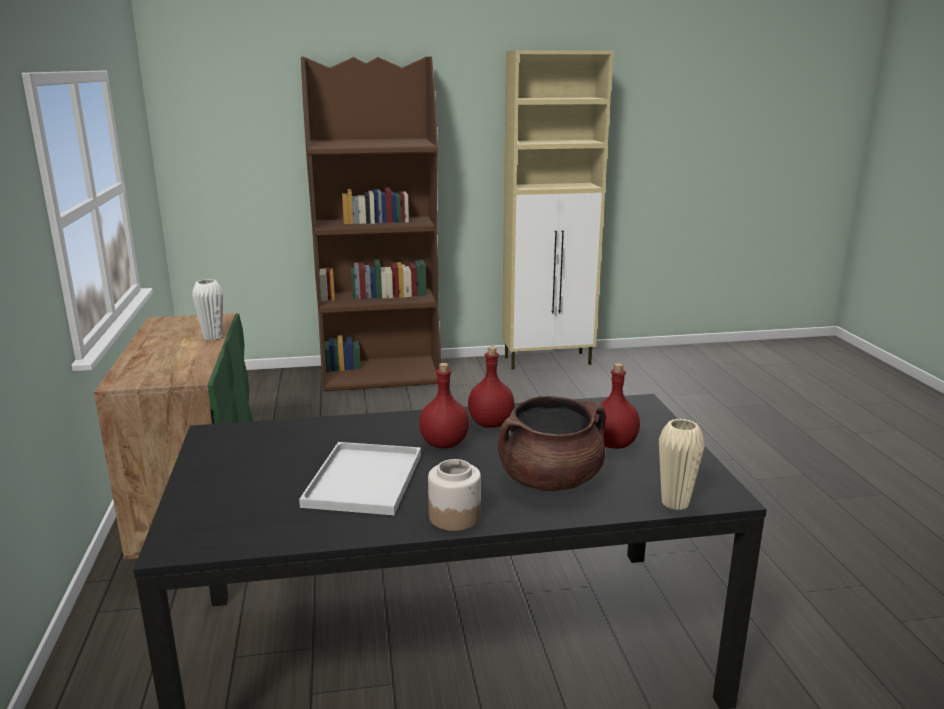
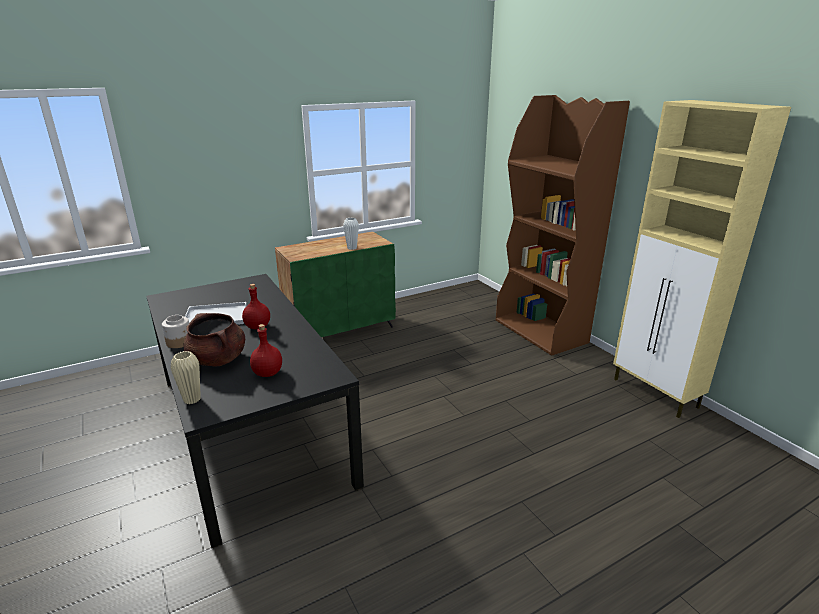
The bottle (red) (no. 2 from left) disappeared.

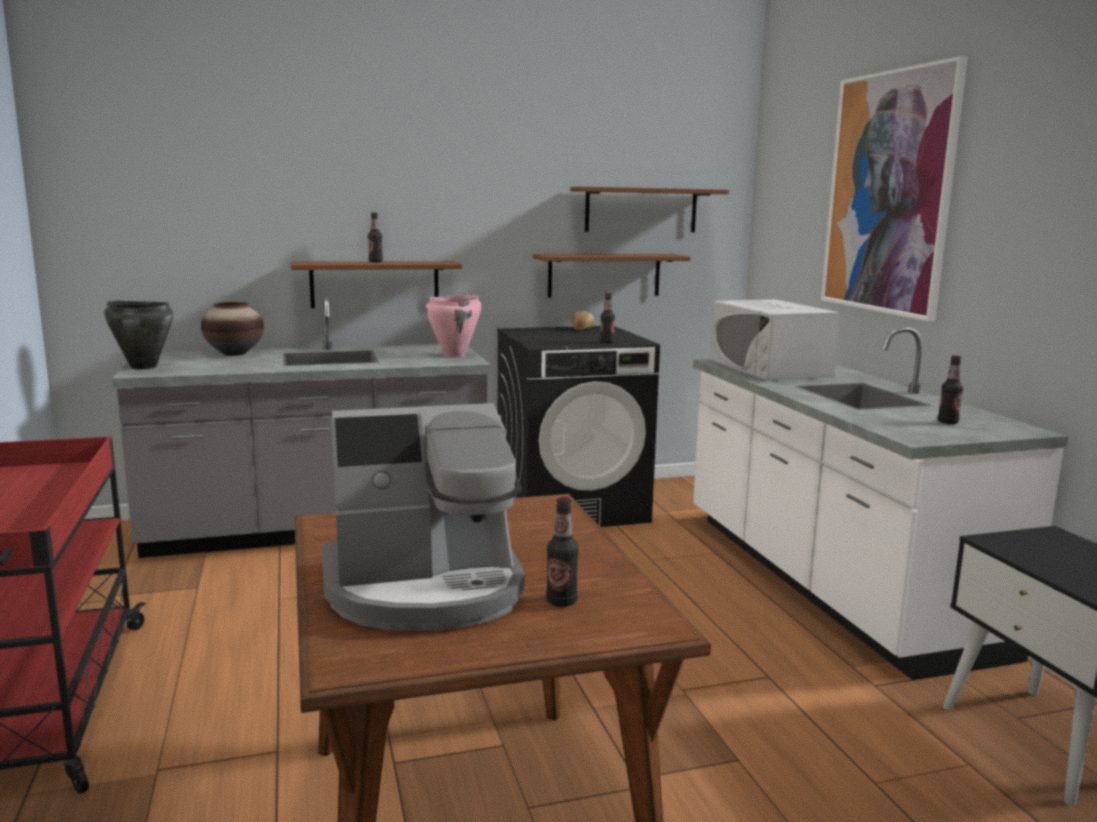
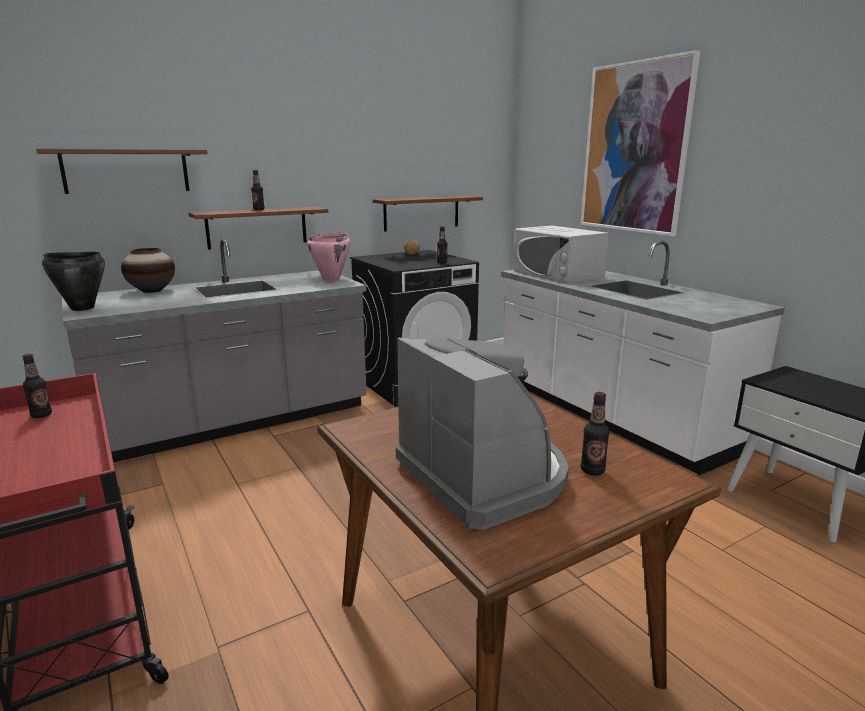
The bottle (no. 4 from left in the first image) moved.
The shelf (brown) (no. 3 from left in the first image) moved.
The coffee machine turned 90 degrees counterclockwise.

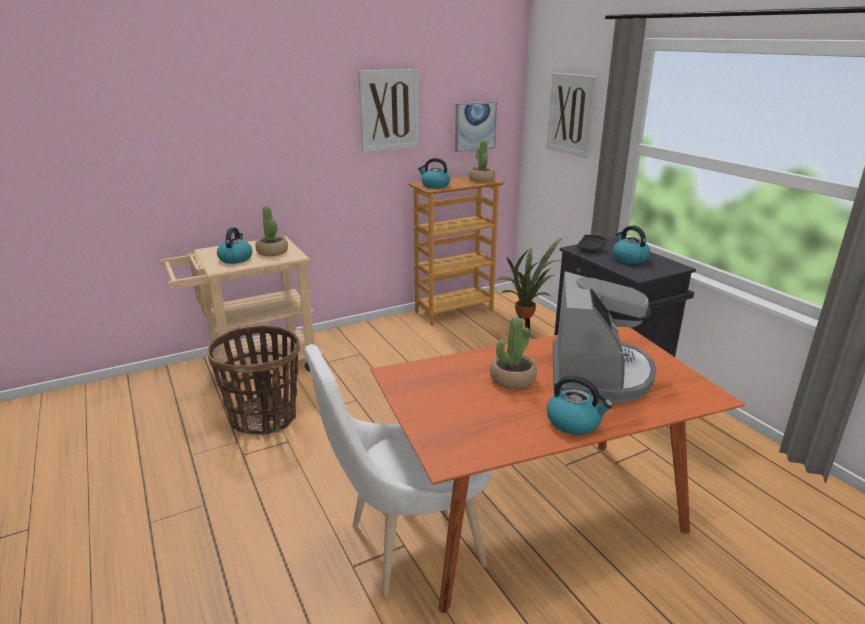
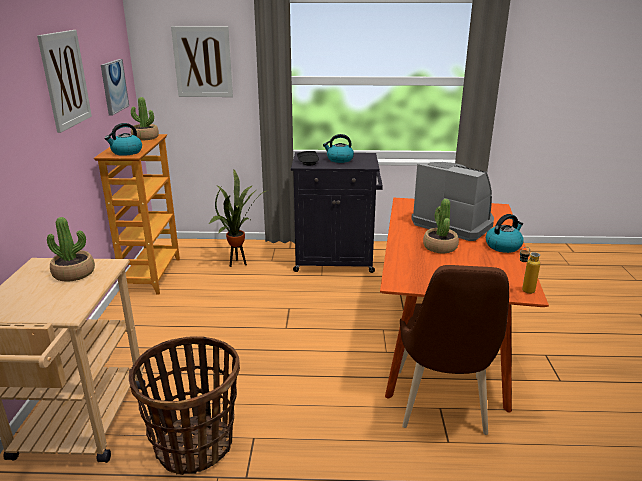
The chair (white) became the chair (brown).
The bottle appeared.
The kettle (no. 1 from left) disappeared.

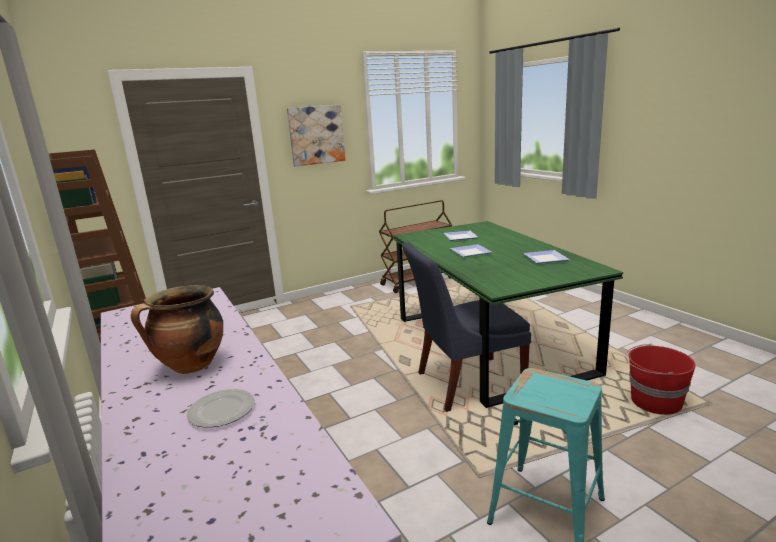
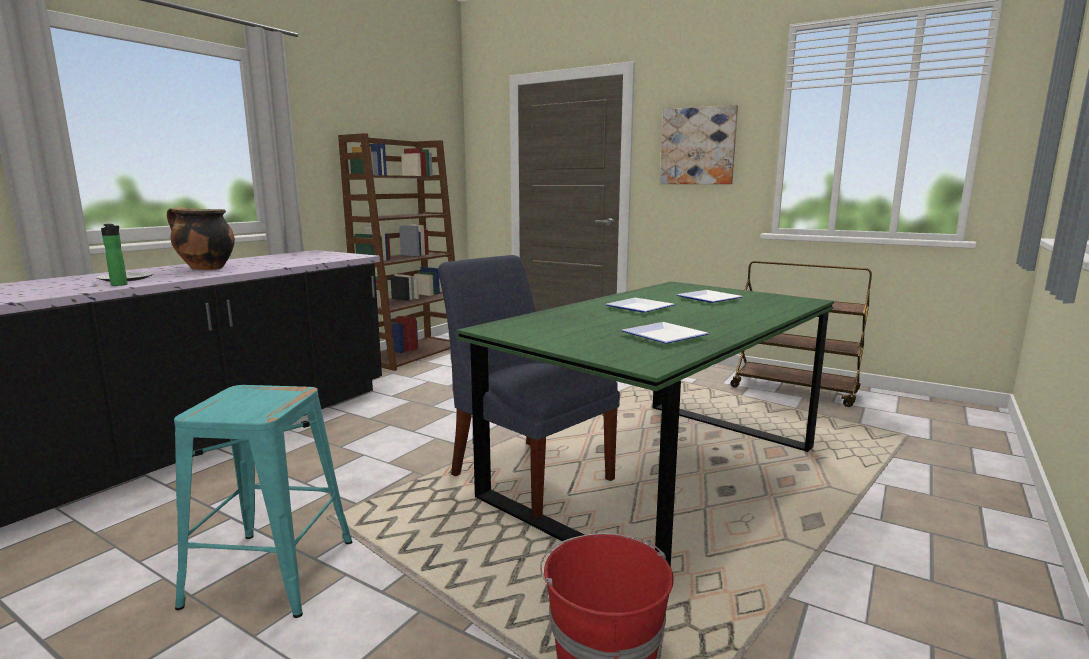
The bottle appeared.

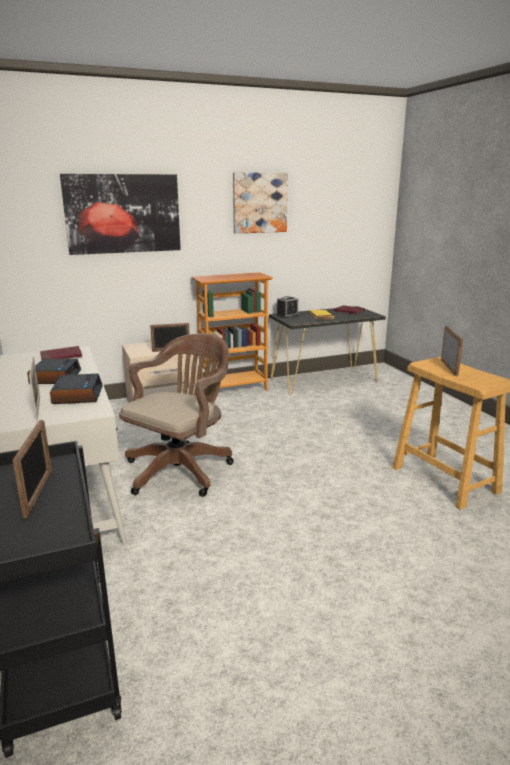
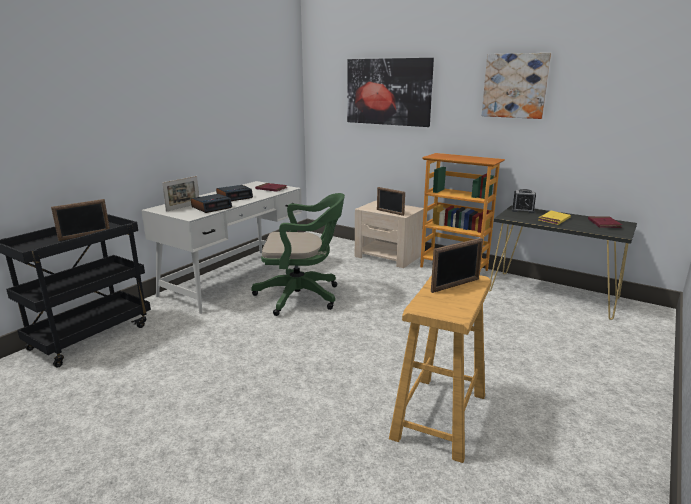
The office chair (brown) became the office chair (green).

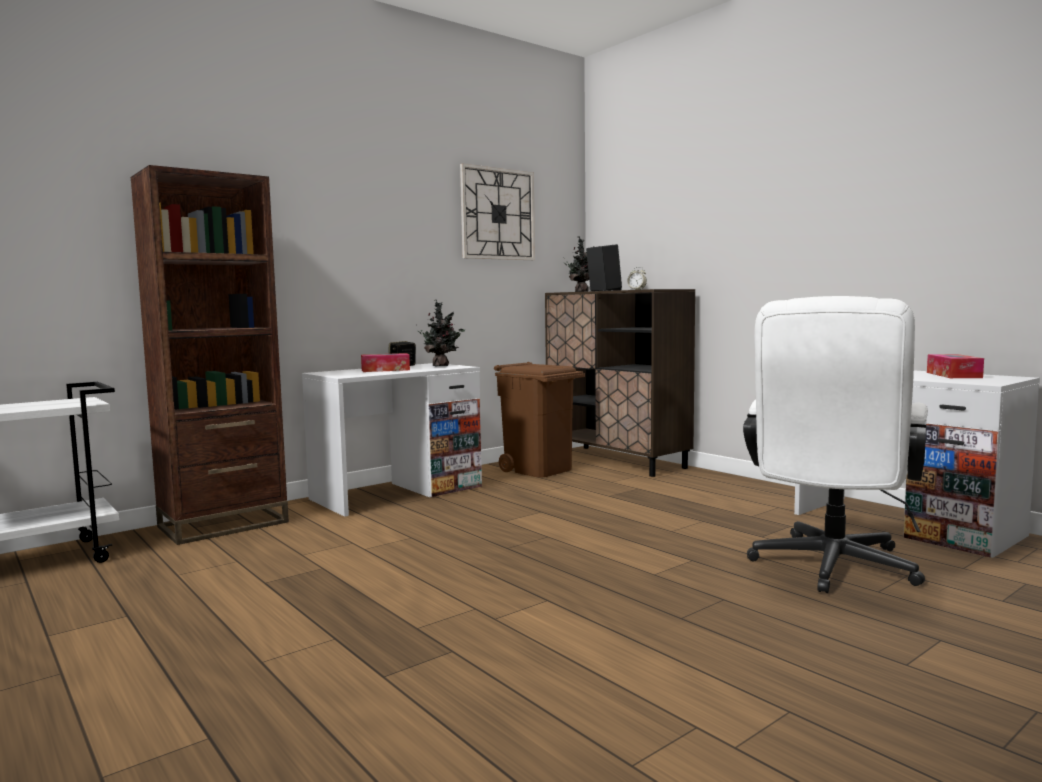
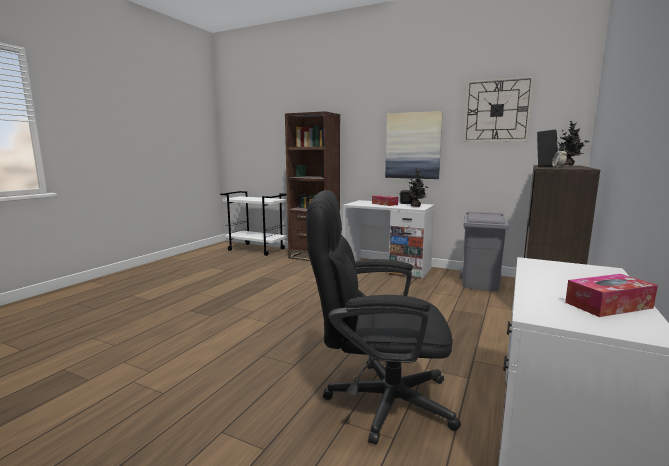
The office chair (white) became the office chair (black).
The picture appeared.
The trash can (brown) became the trash can (grey).

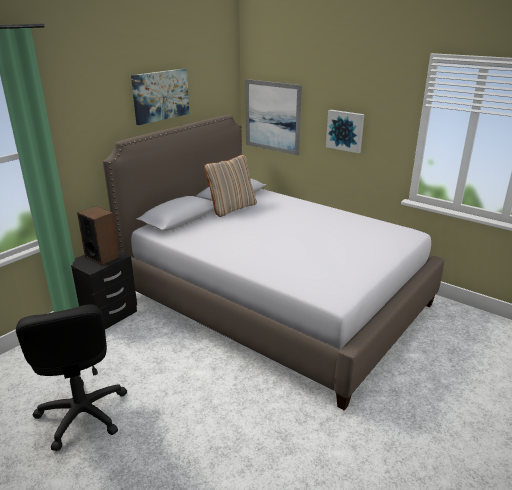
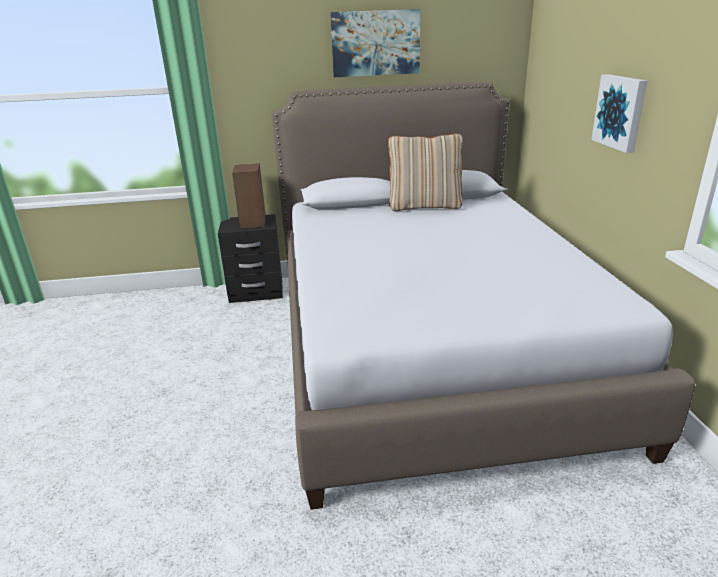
The office chair (black) disappeared.
The picture (no. 2 from left) disappeared.

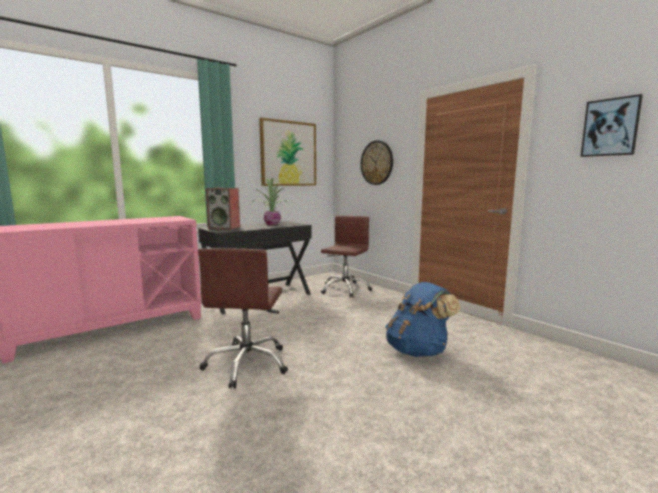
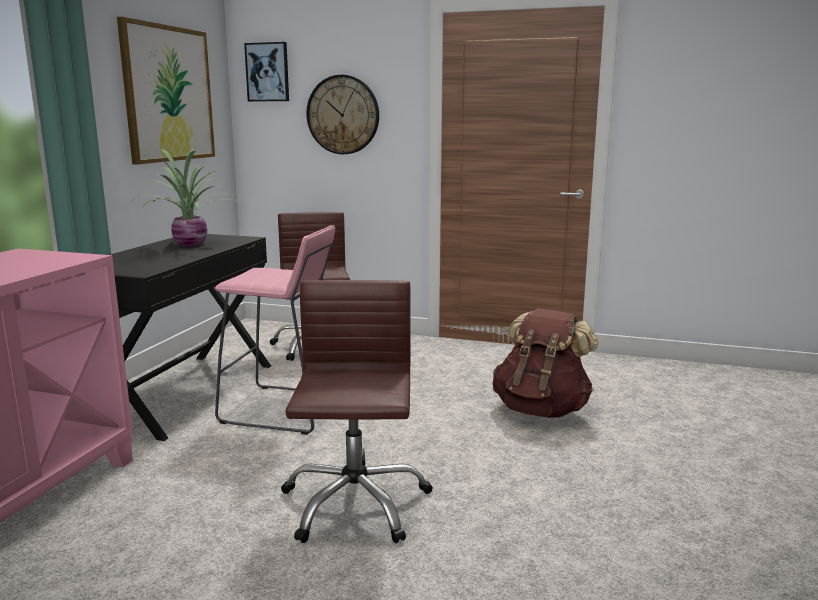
The stool (pink) appeared.
The picture (no. 2 from left) moved.
The office chair (brown) (no. 1 from left in the first image) turned 150 degrees counterclockwise.
The backpack (blue) became the backpack (brown).
The speaker disappeared.

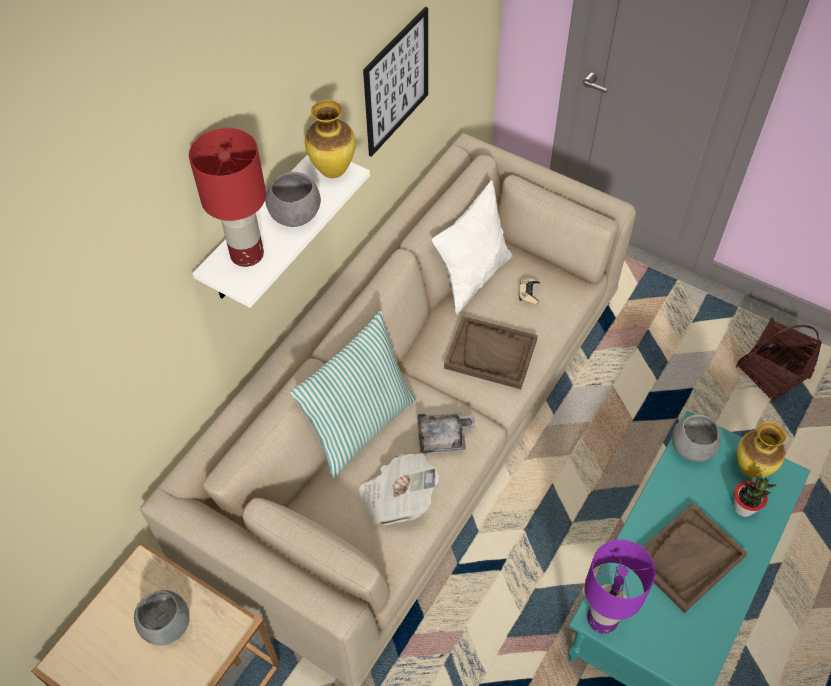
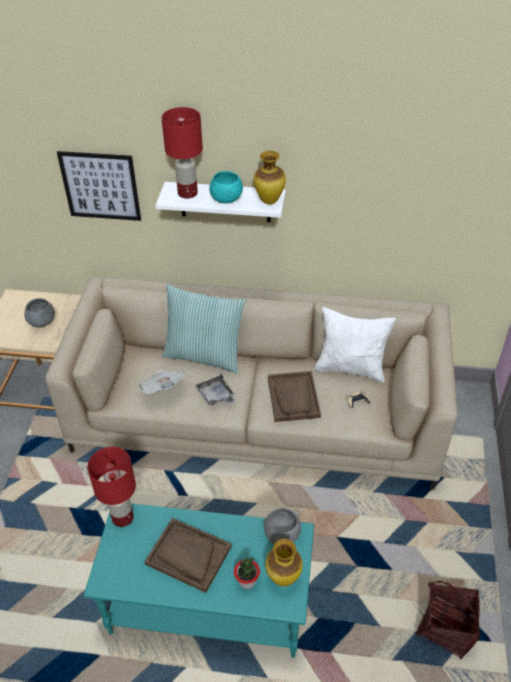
The picture moved.
The table lamp (purple) became the table lamp (red) (no. 1 from left).
The bowl (grey) (no. 2 from left) became the bowl (turquoise).

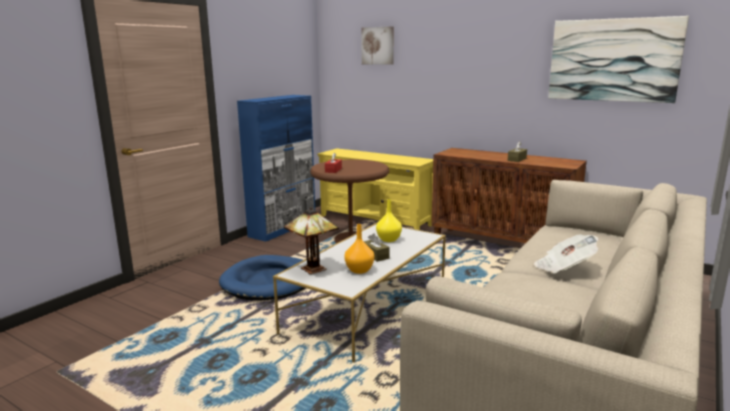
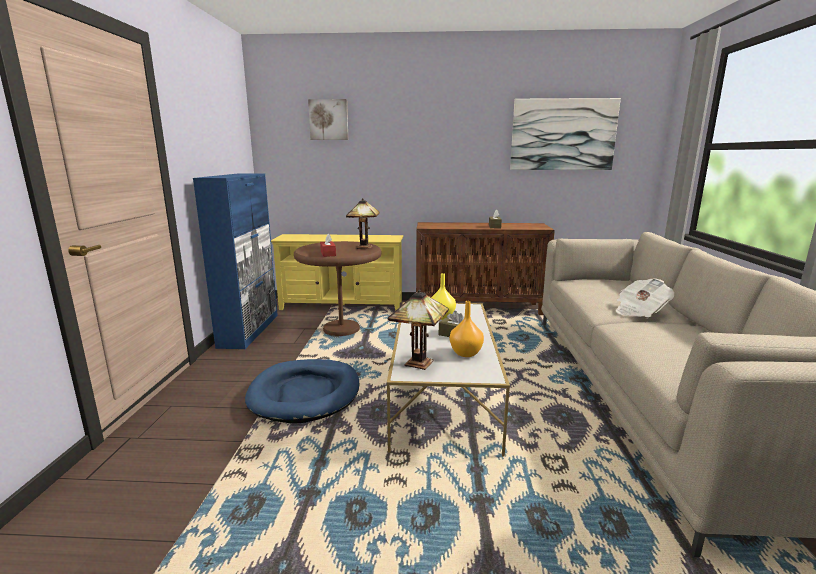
The table lamp (no. 1 from left) appeared.

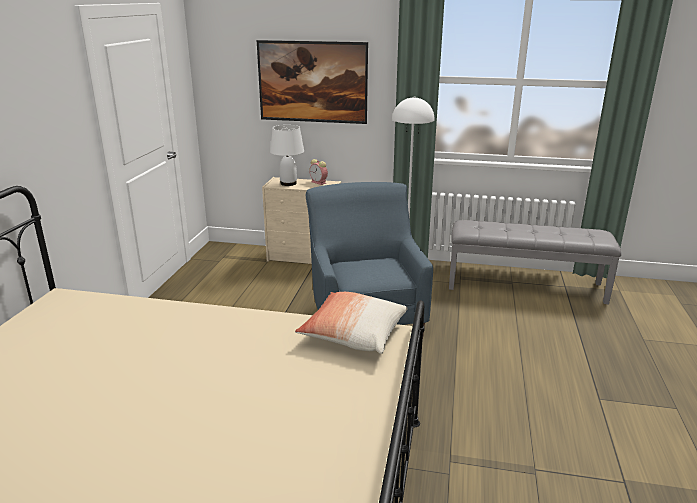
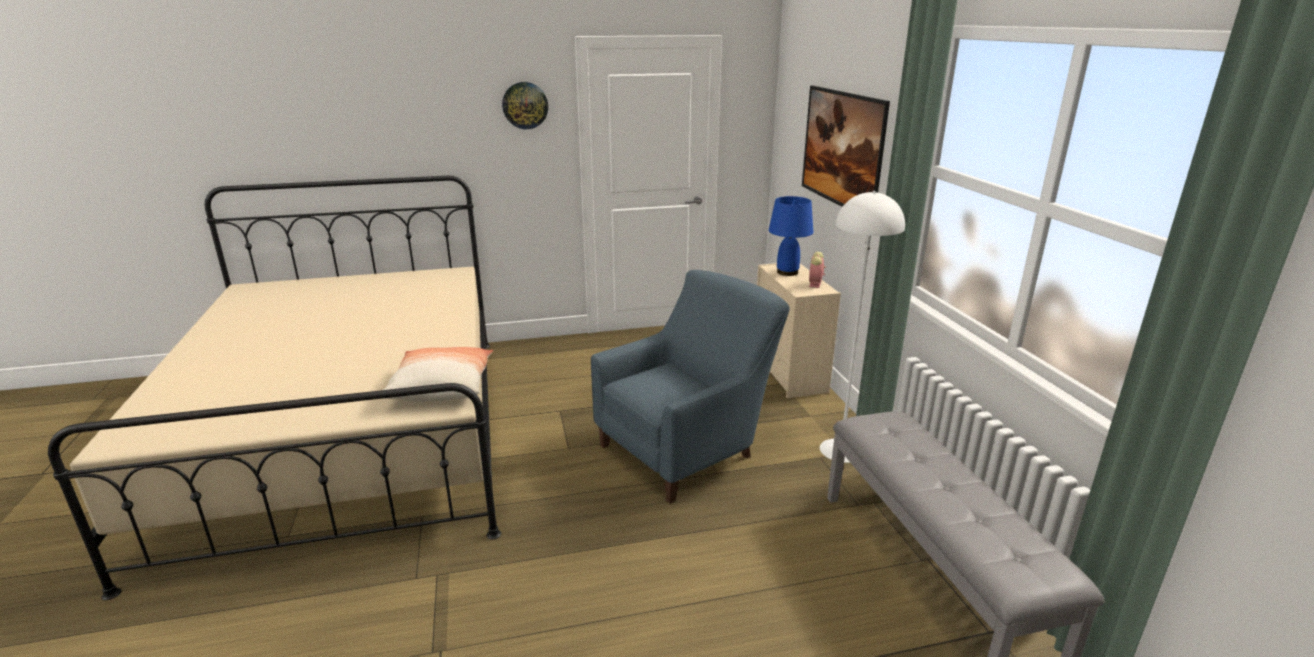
The wall clock appeared.
The table lamp (white) became the table lamp (blue).

